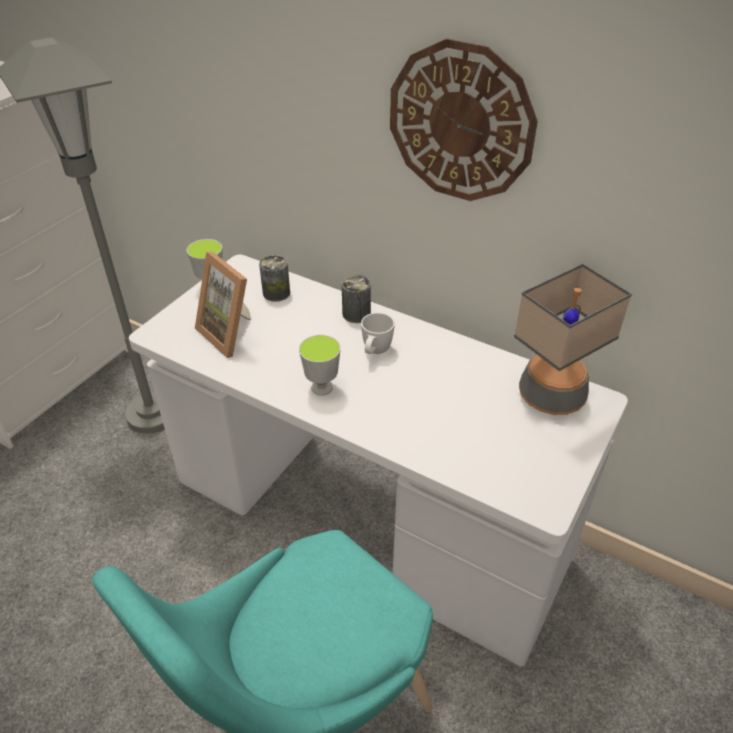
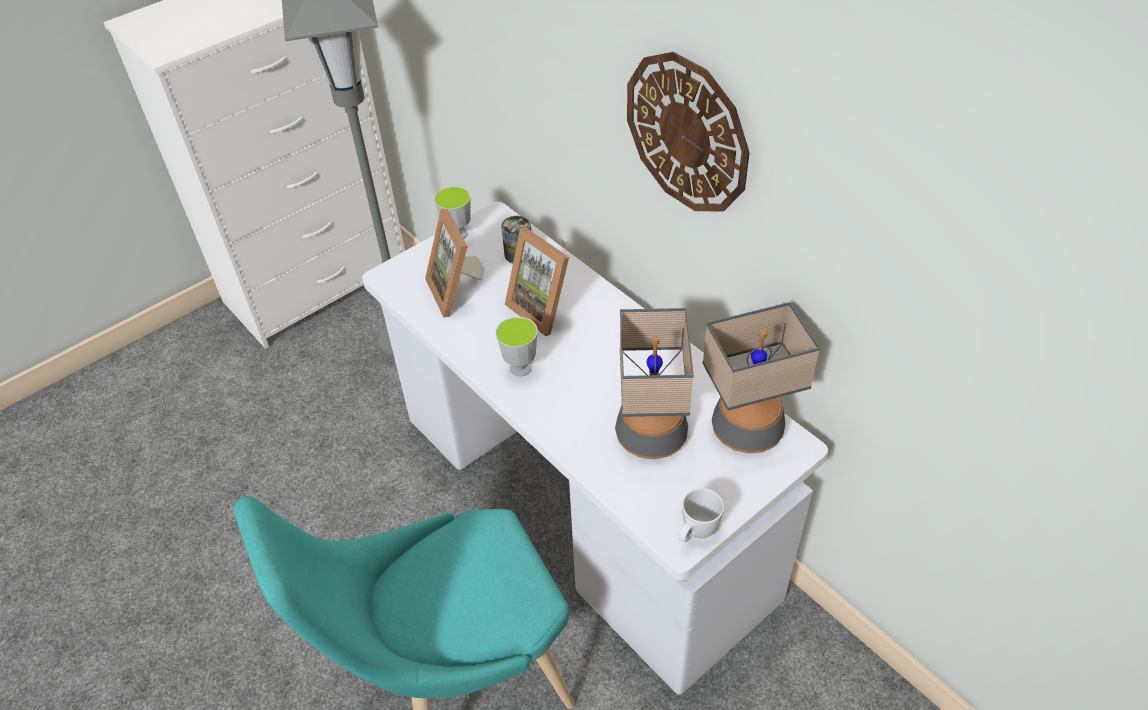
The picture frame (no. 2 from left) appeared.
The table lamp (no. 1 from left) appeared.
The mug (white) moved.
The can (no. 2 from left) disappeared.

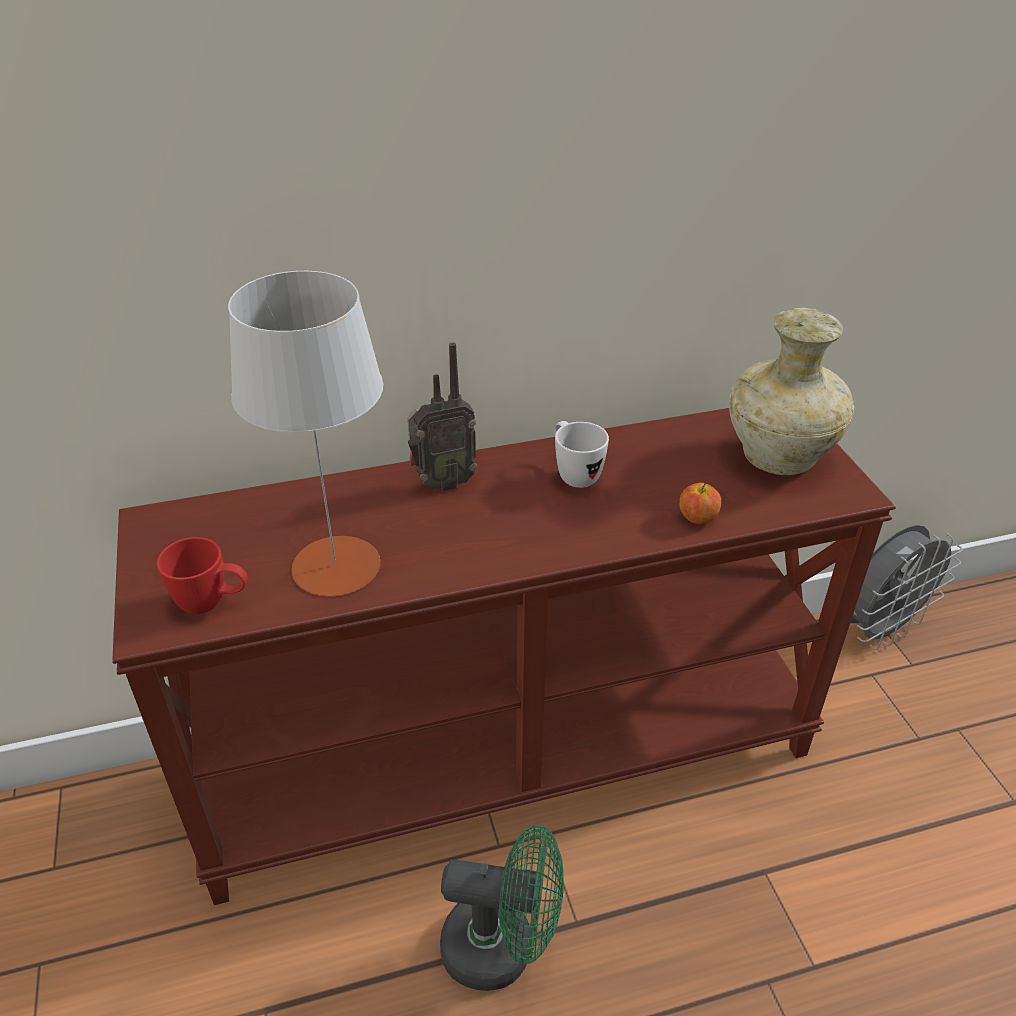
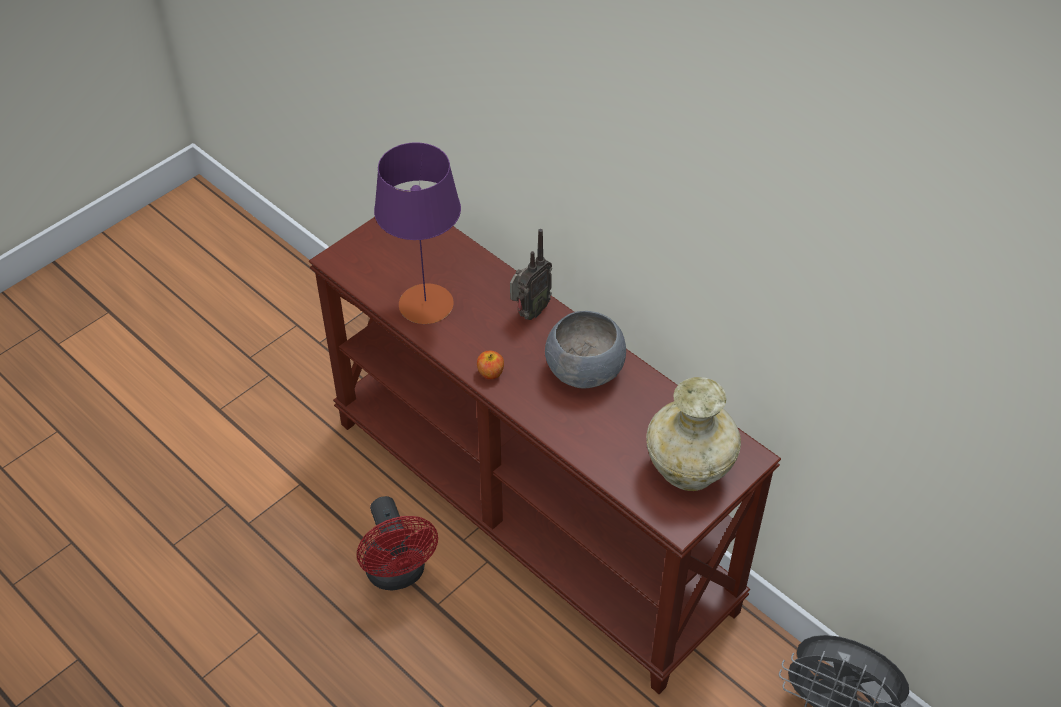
The fan (green) became the fan (red).
The table lamp (grey) became the table lamp (purple).
The apple moved.
The radio turned 90 degrees counterclockwise.
The mug (white) was replaced by the bowl (grey).
The mug (red) disappeared.

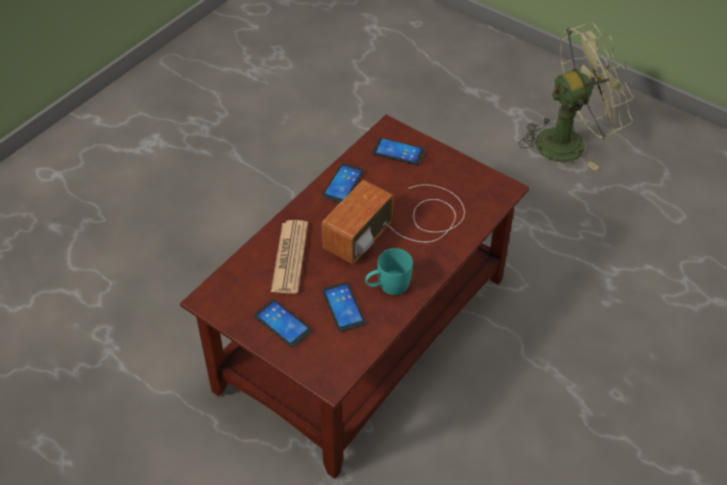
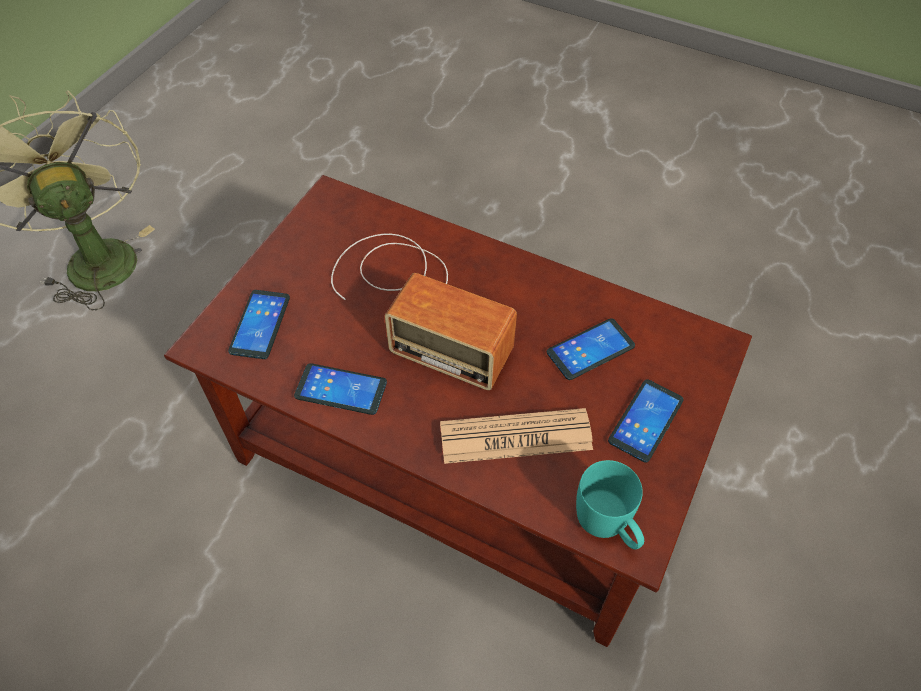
The mug (turquoise) moved.

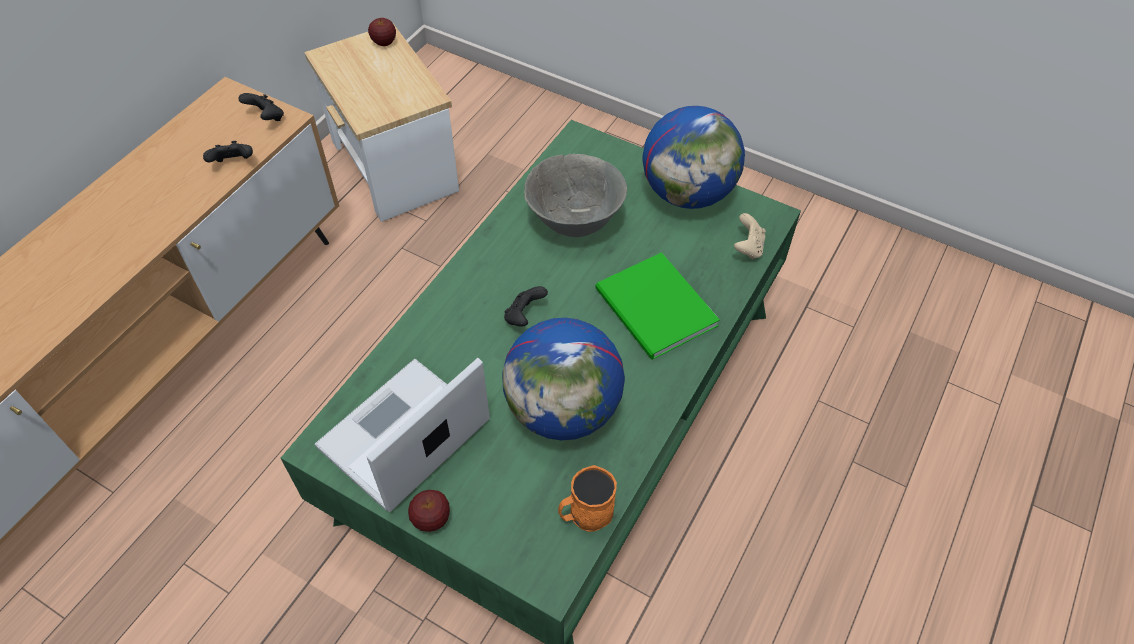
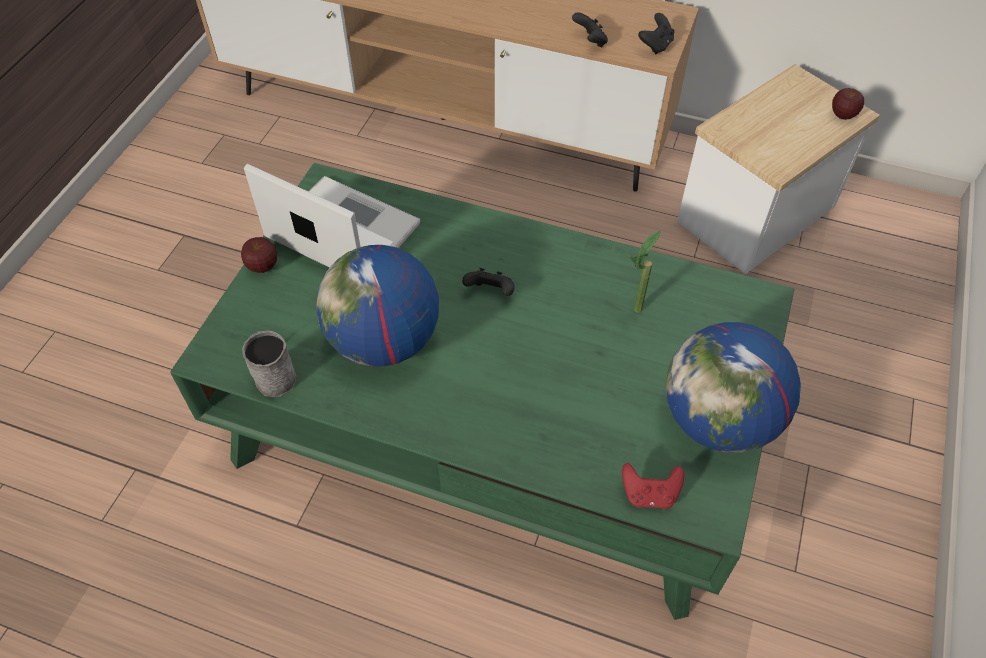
The mug (orange) became the mug (grey).
The game controller (beige) became the game controller (red).
The bowl (grey) was replaced by the potted plant.
The book (green) disappeared.

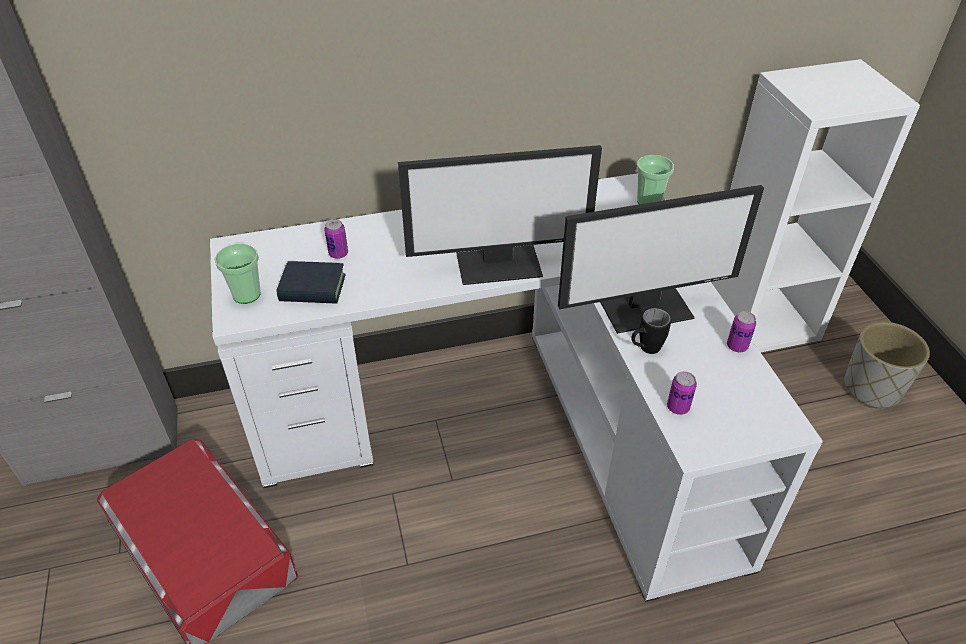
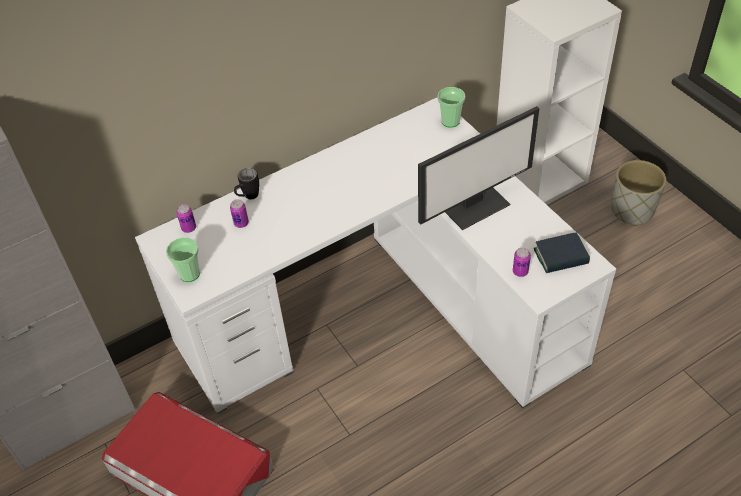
The can (no. 3 from left in the first image) moved.
The mug (black) moved.
The book moved.
The monitor (no. 1 from left) disappeared.

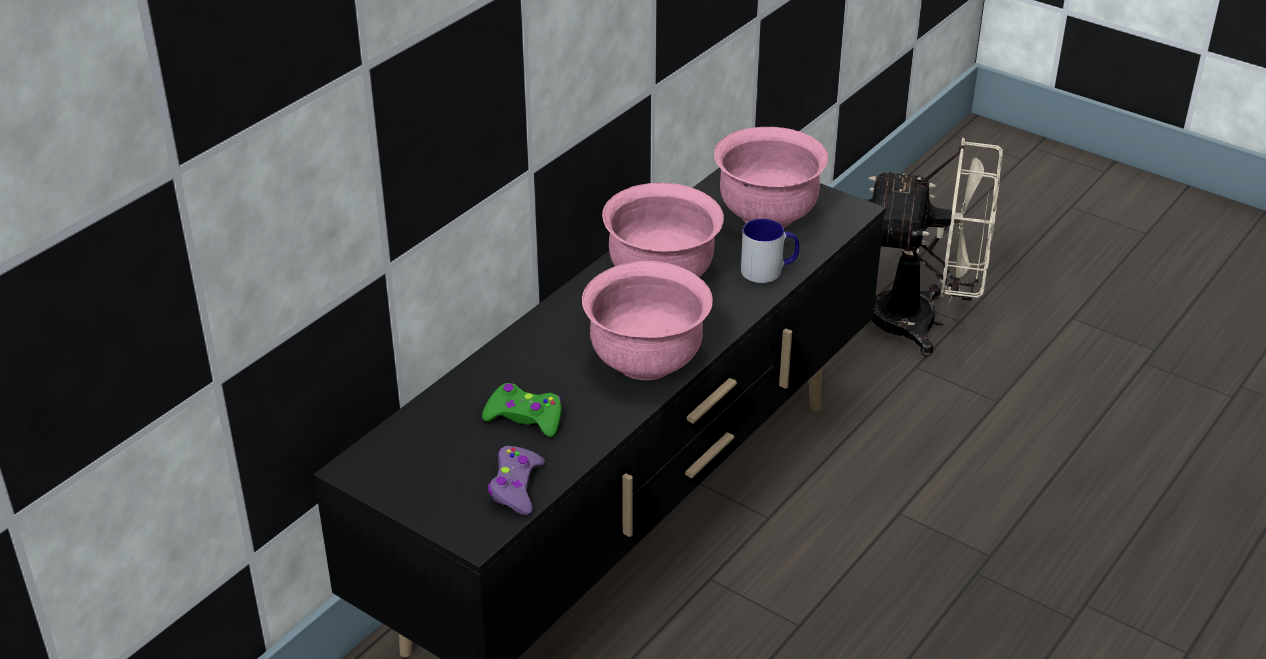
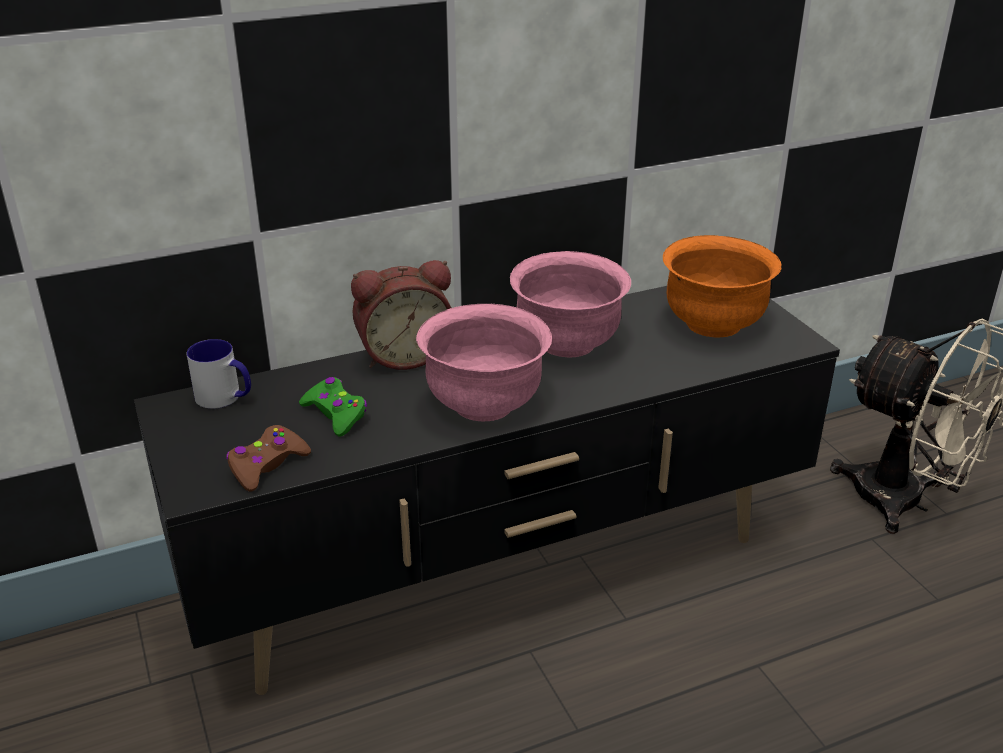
The mug moved.
The game controller (purple) became the game controller (brown).
The alarm clock appeared.
The bowl (pink) (no. 3 from left) became the bowl (orange).

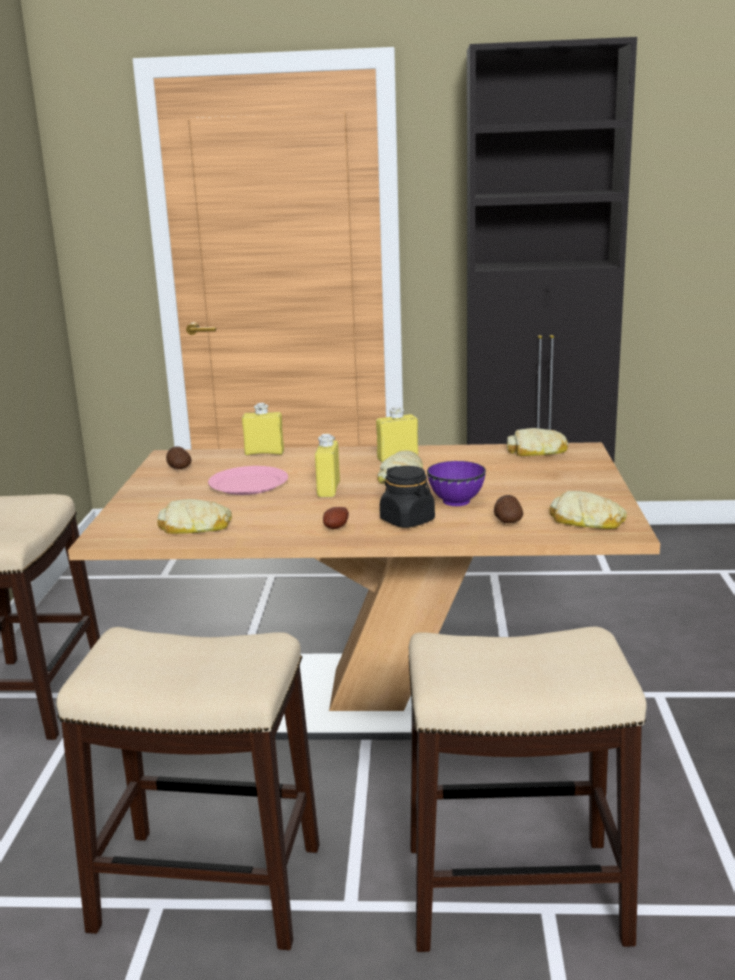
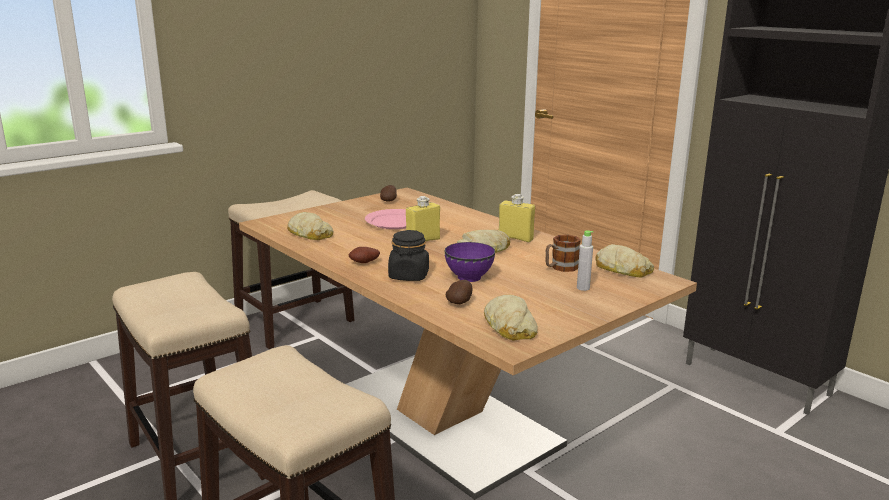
The mug appeared.
The bottle (grey) appeared.
The bottle (yellow) (no. 1 from left) disappeared.

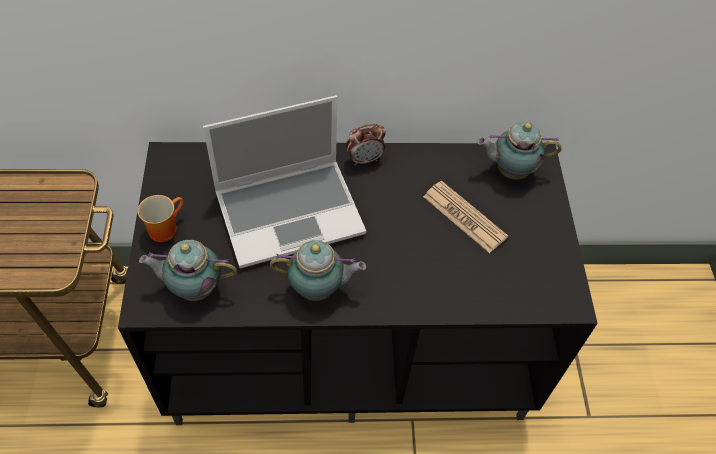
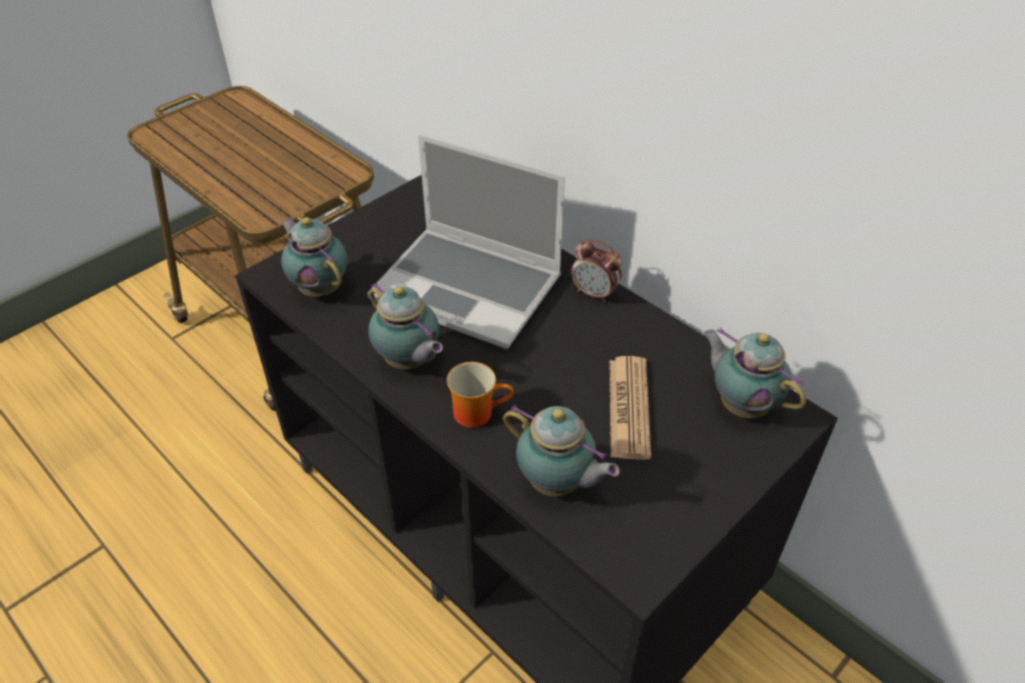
The mug moved.
The teapot (no. 3 from left) appeared.

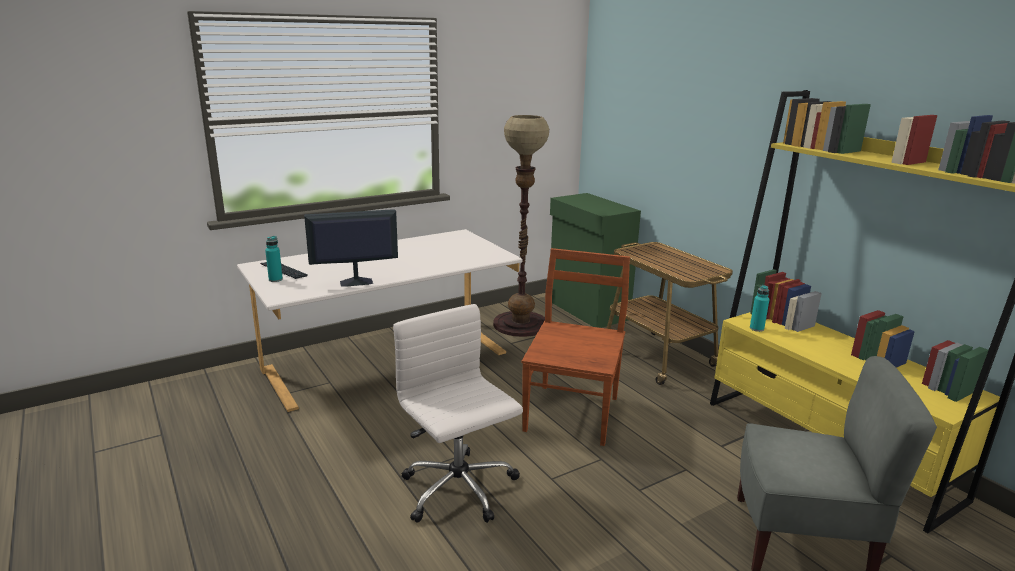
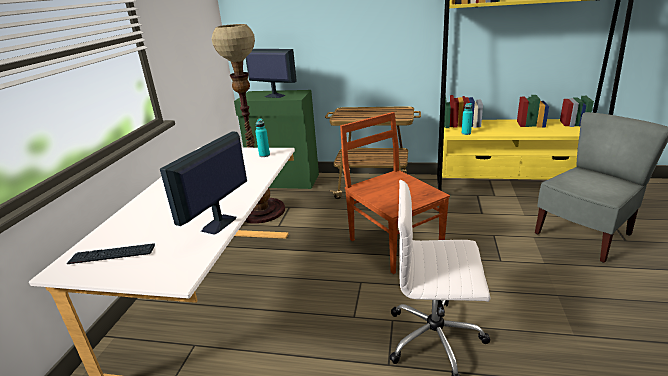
The monitor (no. 2 from left) appeared.
The bottle (turquoise) (no. 1 from left) moved.

